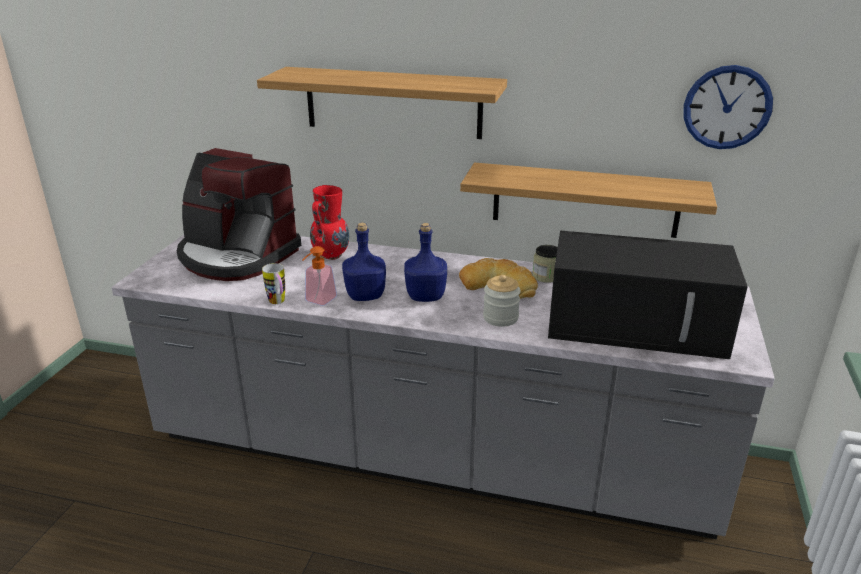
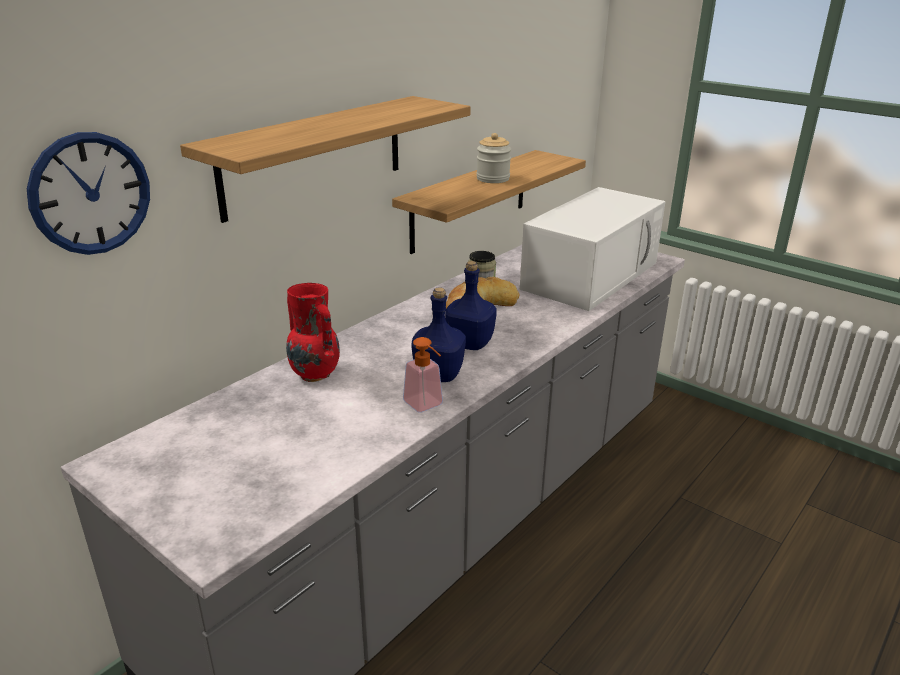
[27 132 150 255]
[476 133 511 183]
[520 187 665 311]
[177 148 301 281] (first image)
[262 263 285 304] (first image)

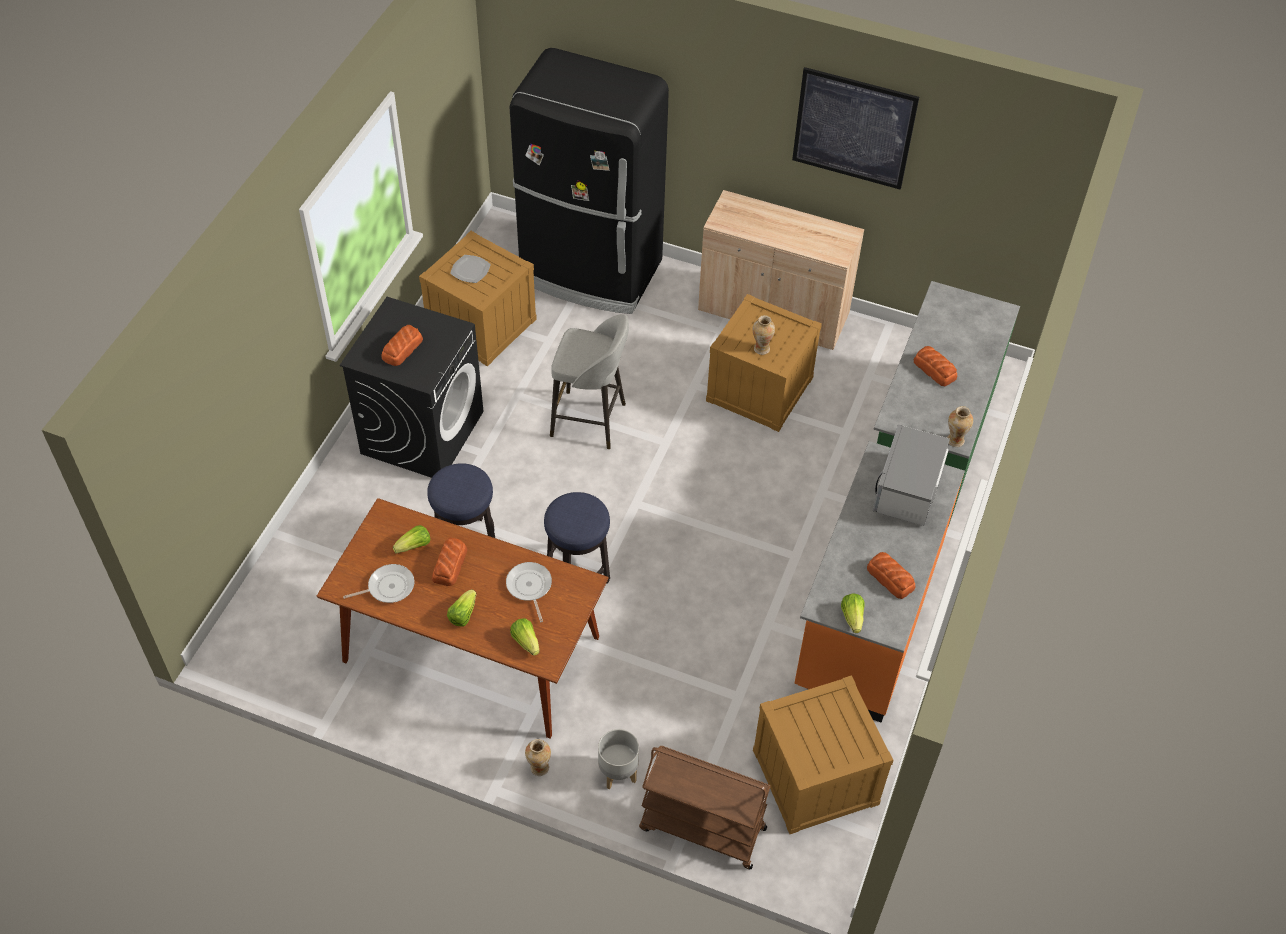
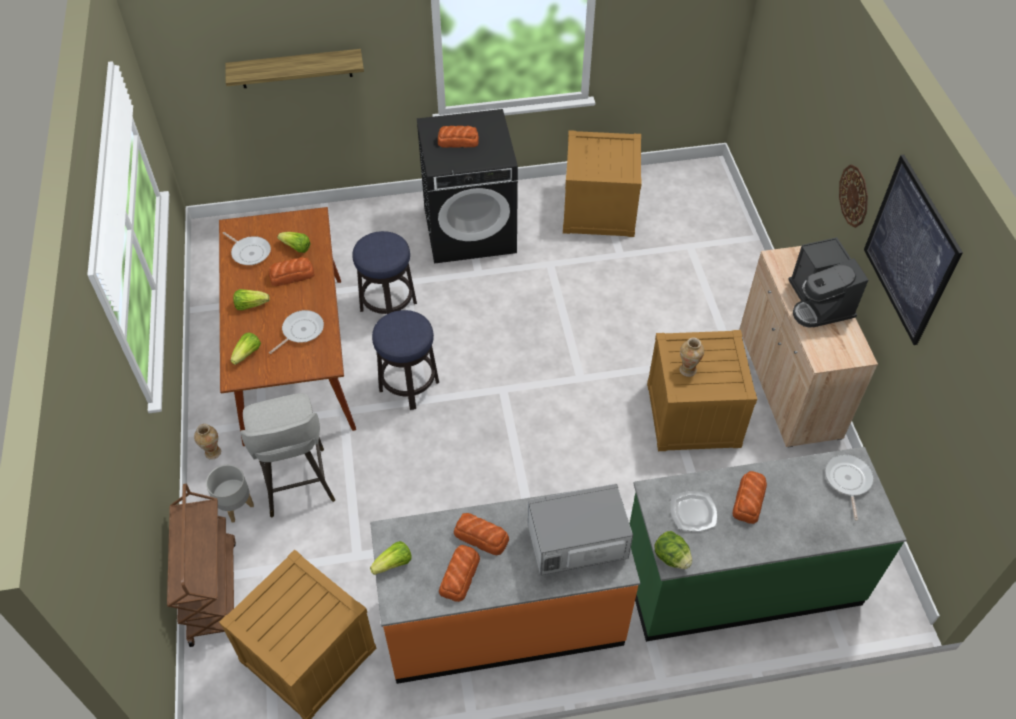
[225 49 364 88]
[240 393 335 518]
[454 513 509 555]
[654 531 692 569]
[670 491 717 531]
[788 237 868 328]
[825 455 874 521]
[839 165 868 228]
[509 48 669 314] (first image)

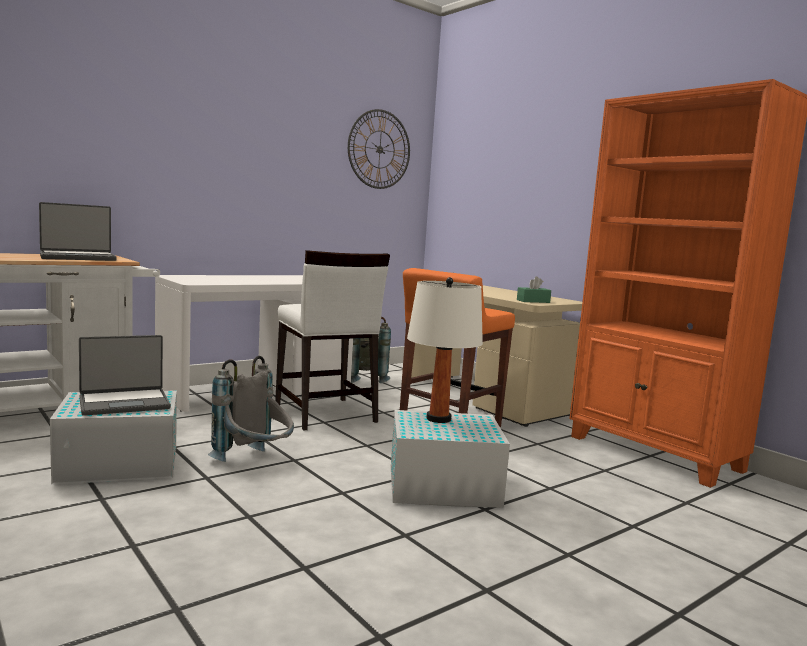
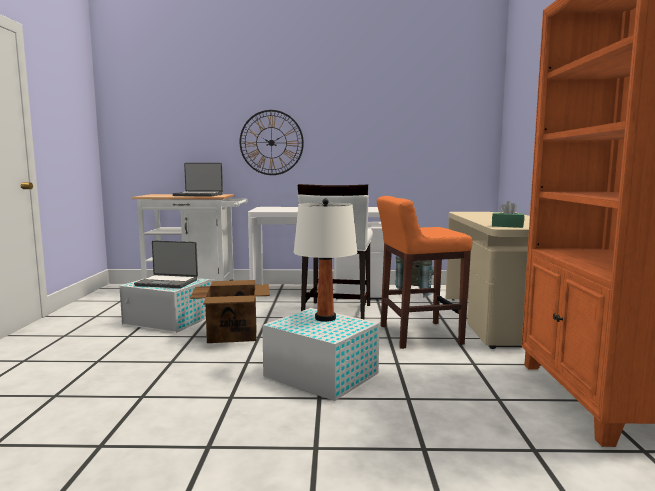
[190 280 270 343]
[239 110 304 175]

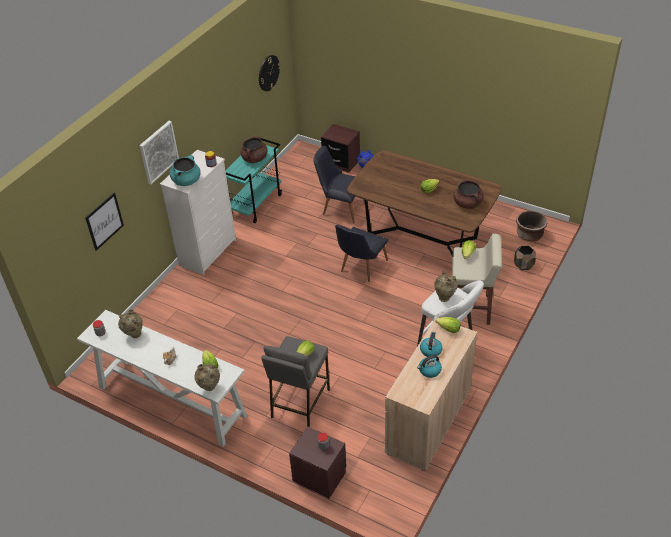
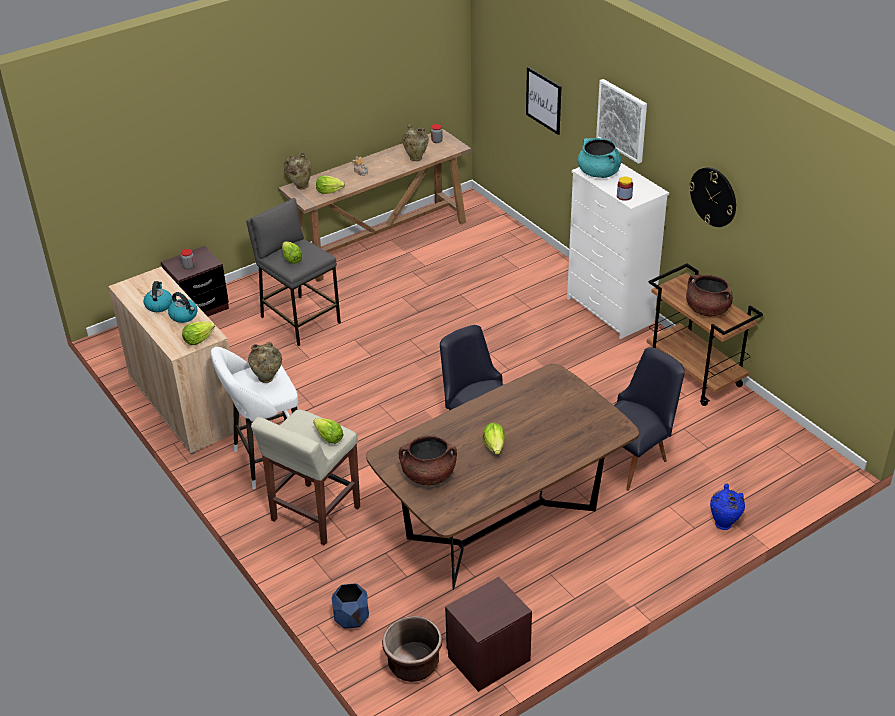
[279 129 471 282]
[332 583 369 629]
[445 577 532 692]
[647 263 763 406]
[689 167 736 227]

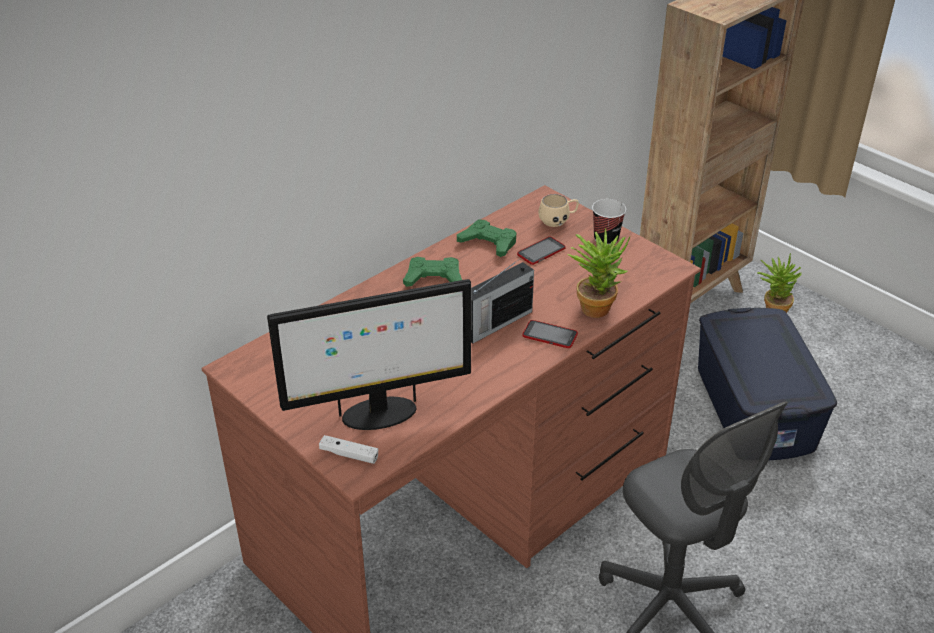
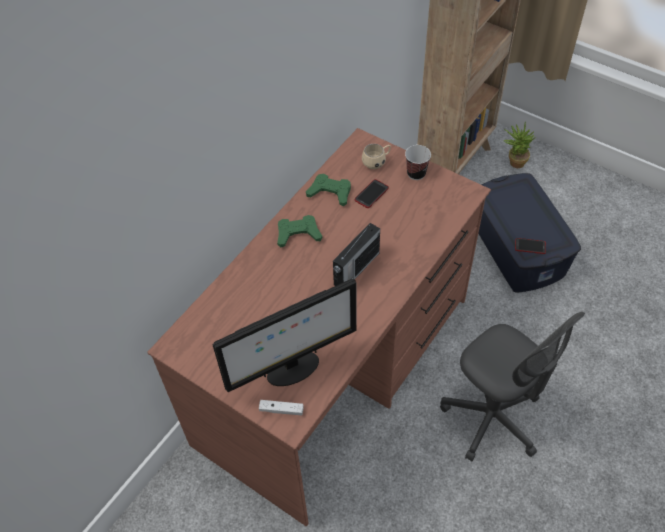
[515 238 546 254]
[567 228 630 318] (first image)

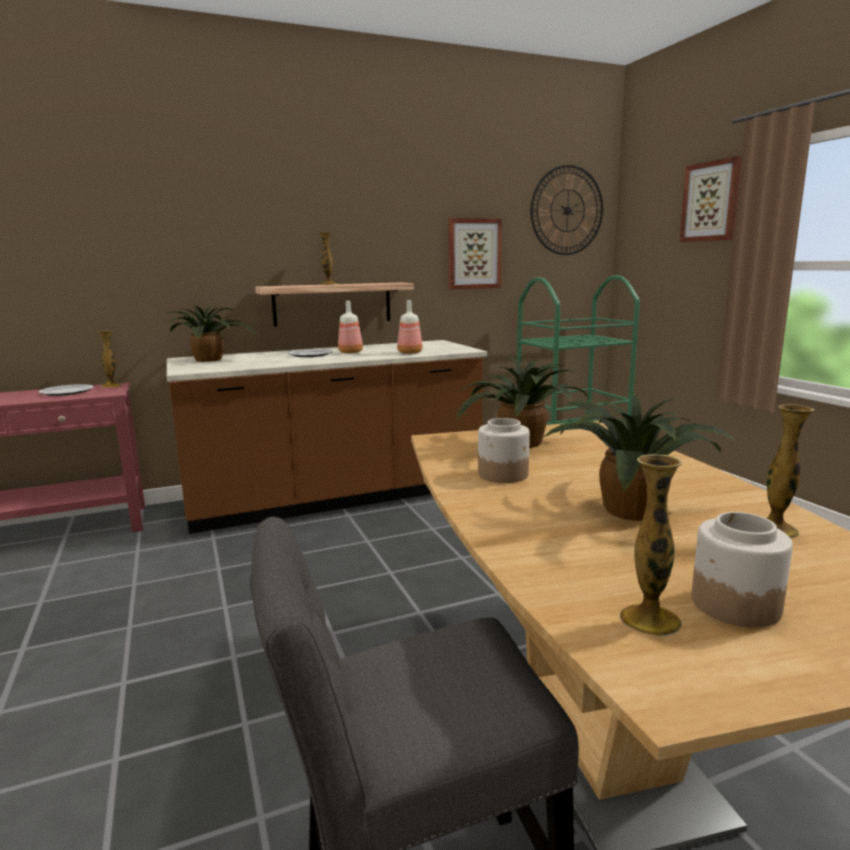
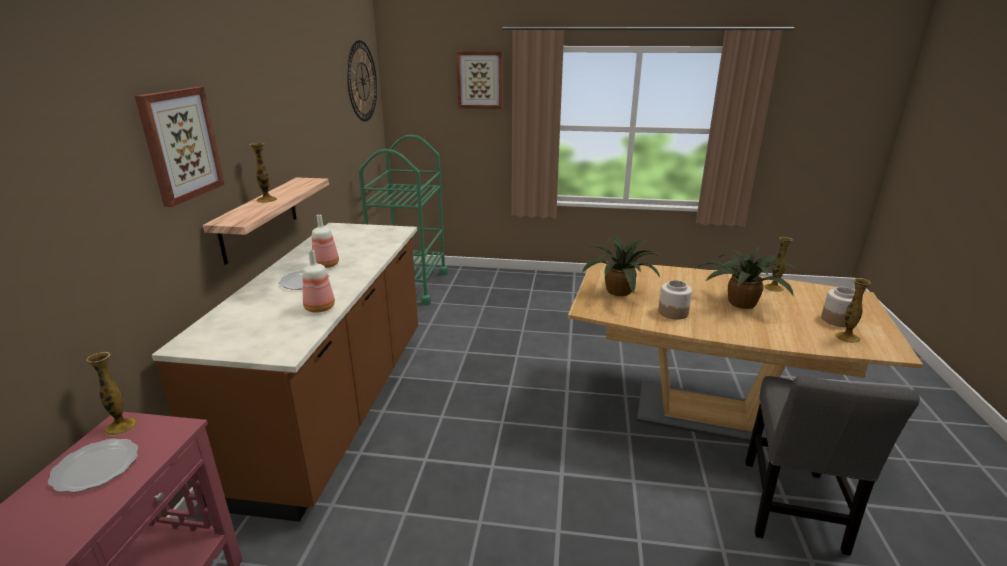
[135 87 225 207]
[303 250 335 313]
[166 306 257 362] (first image)

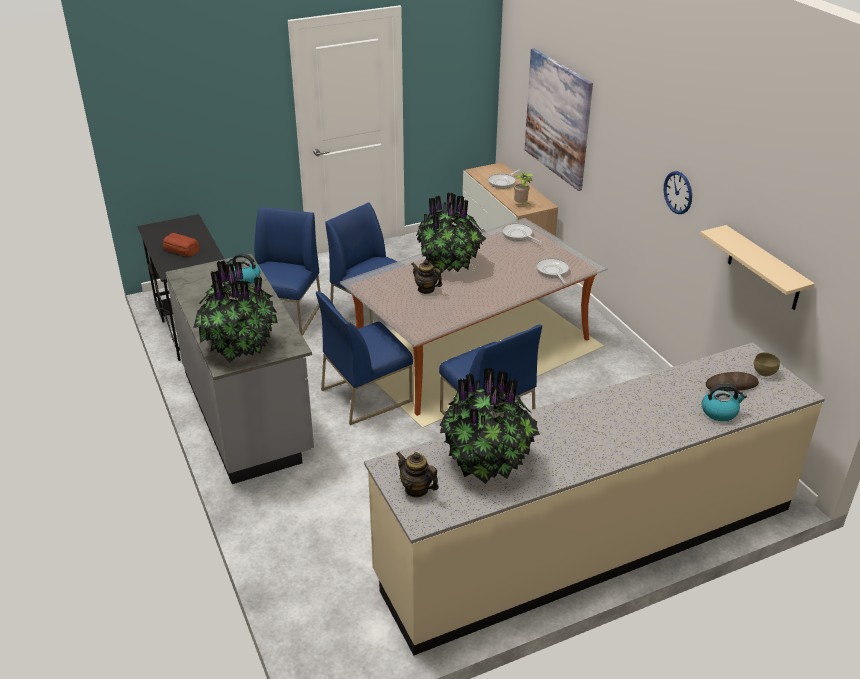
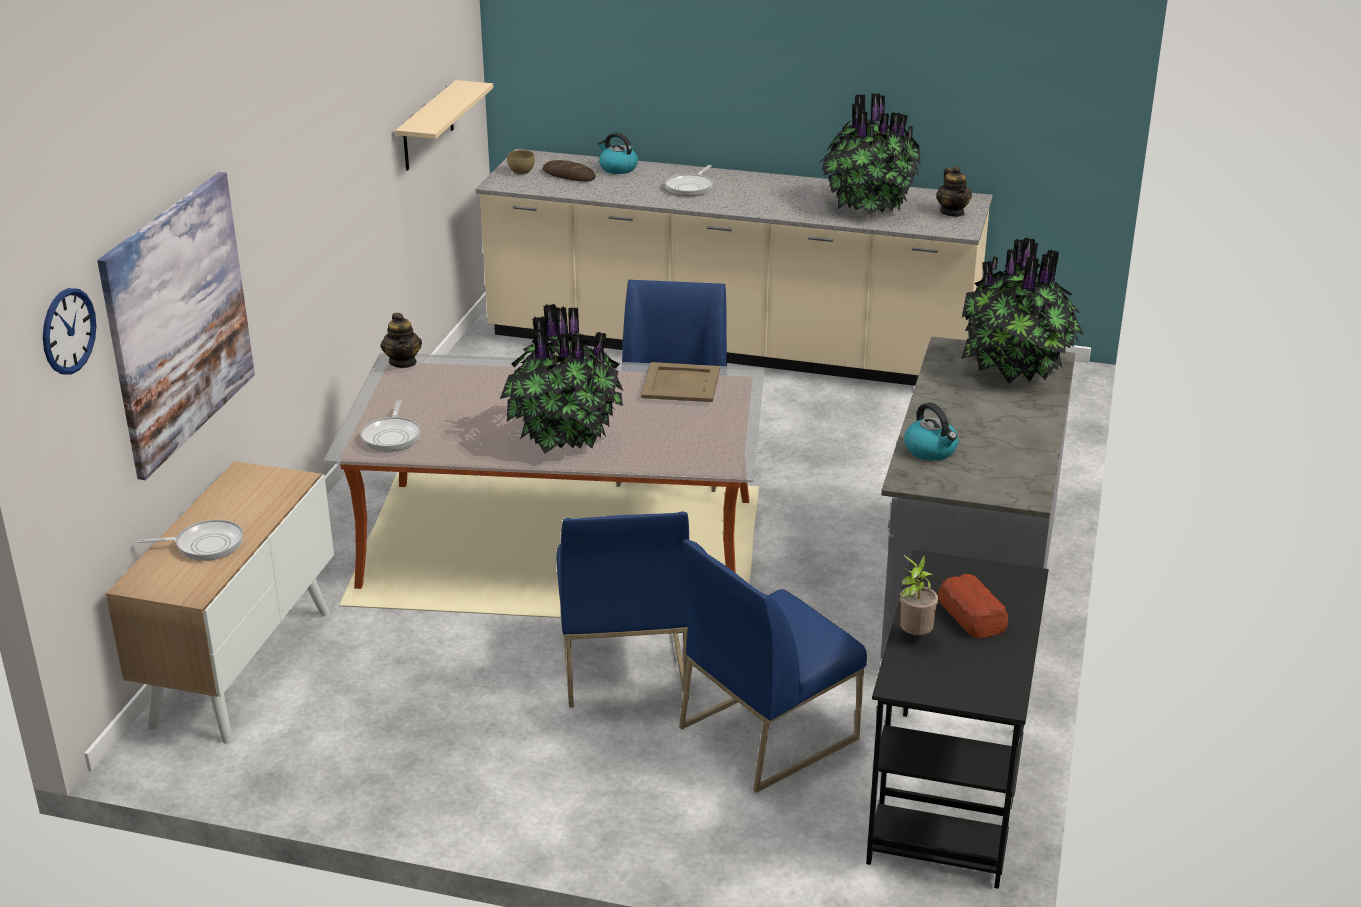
[43 288 96 375]
[380 313 422 368]
[641 362 720 402]
[665 165 713 196]
[900 555 938 635]
[316 291 413 425] (first image)

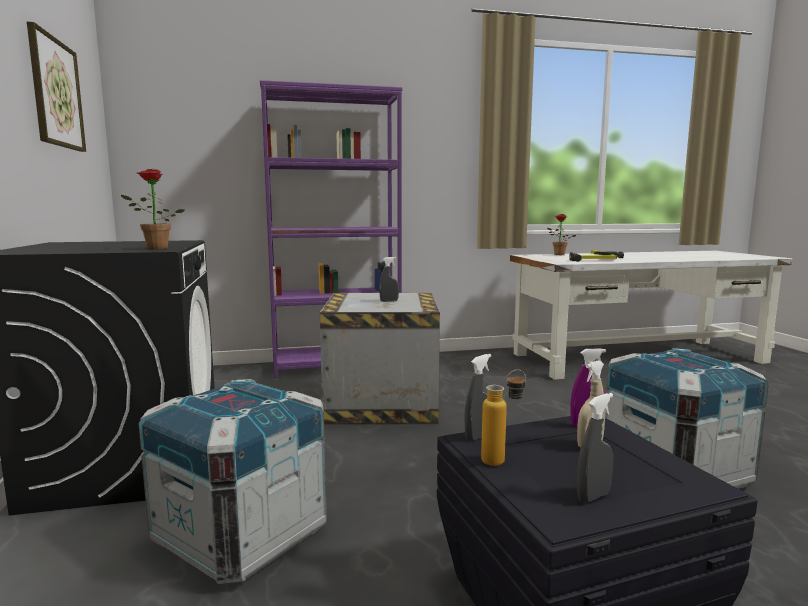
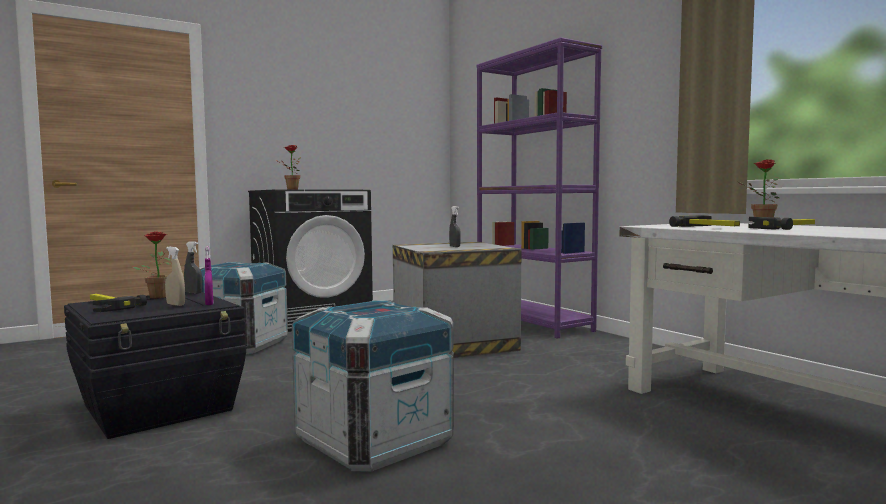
[90 294 147 312]
[132 232 171 298]
[27 22 86 152] (first image)

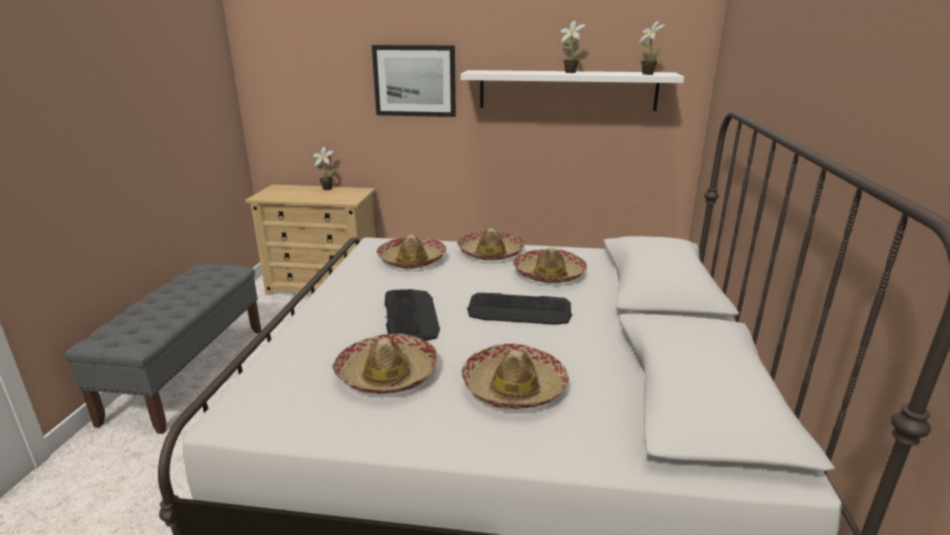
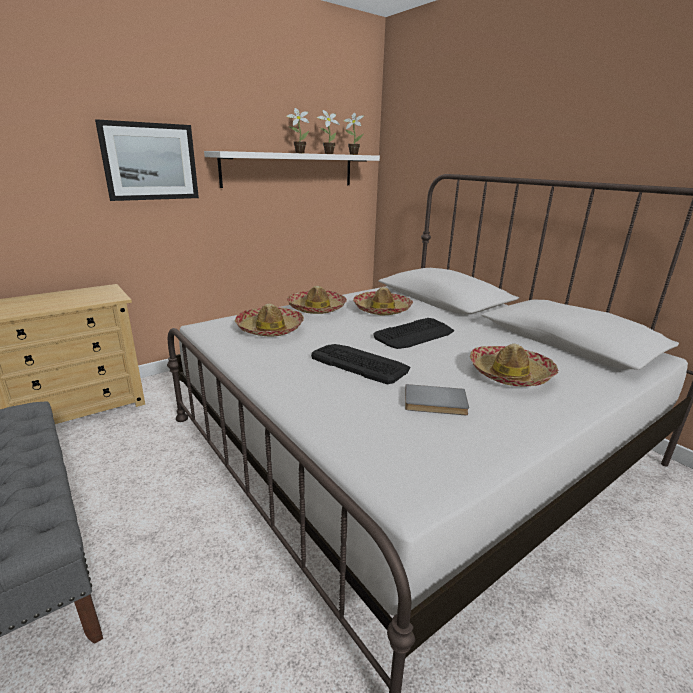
[317 110 340 154]
[405 384 469 415]

